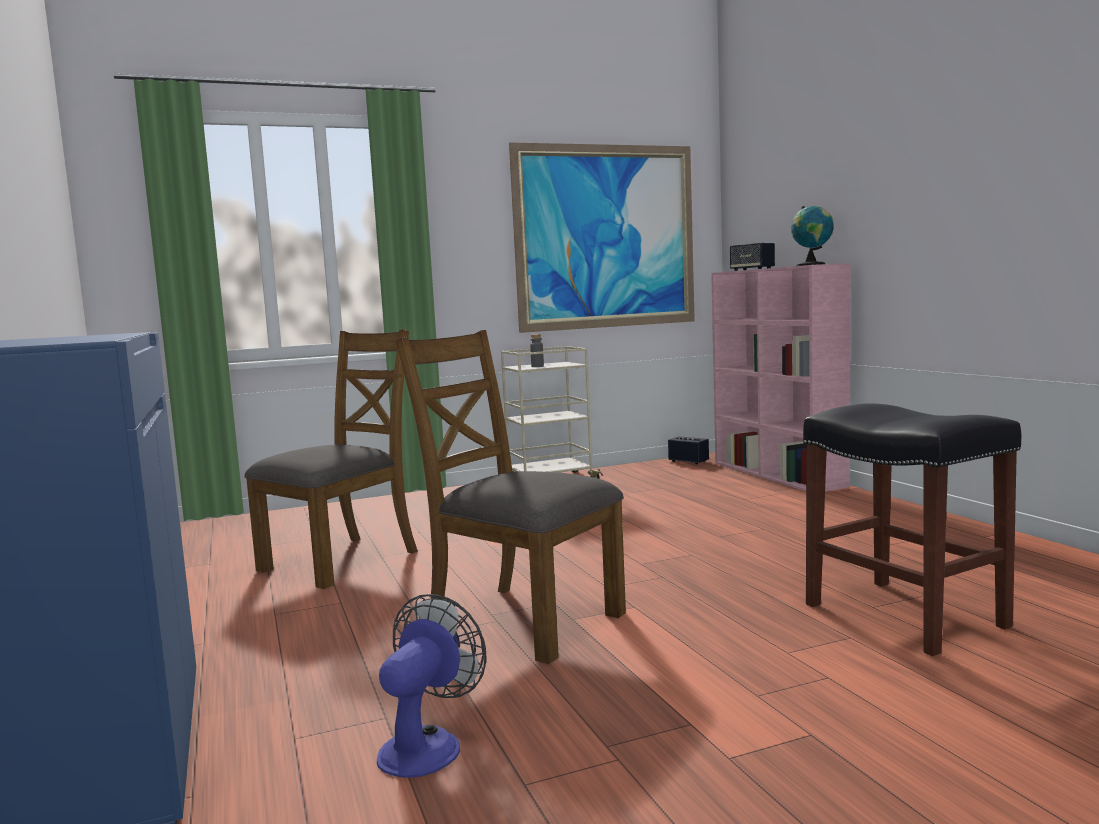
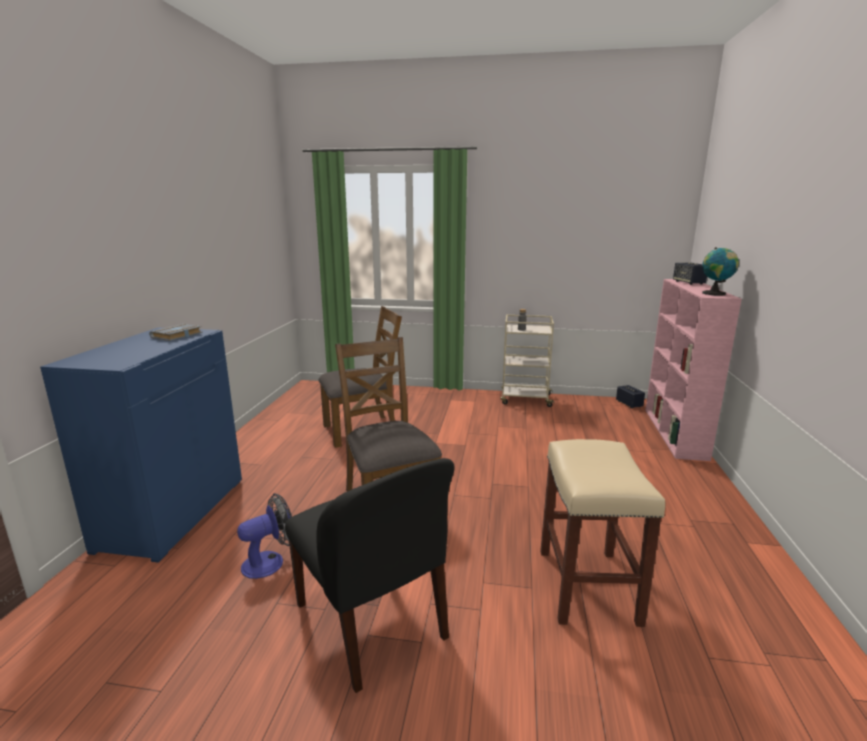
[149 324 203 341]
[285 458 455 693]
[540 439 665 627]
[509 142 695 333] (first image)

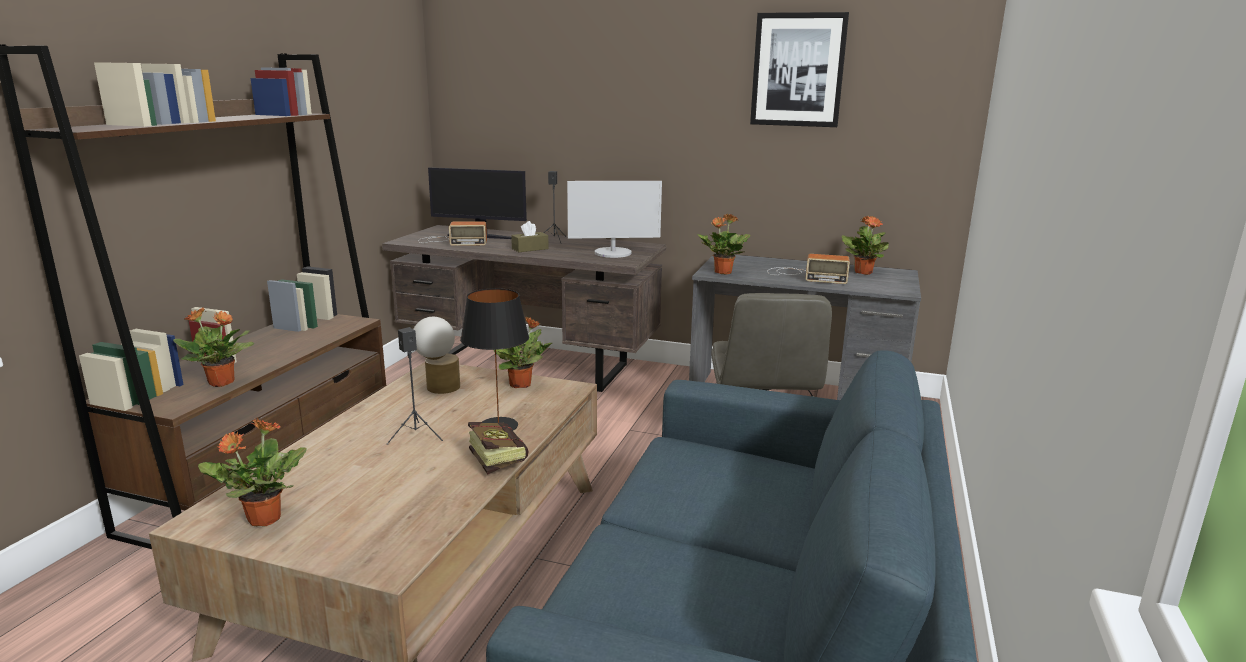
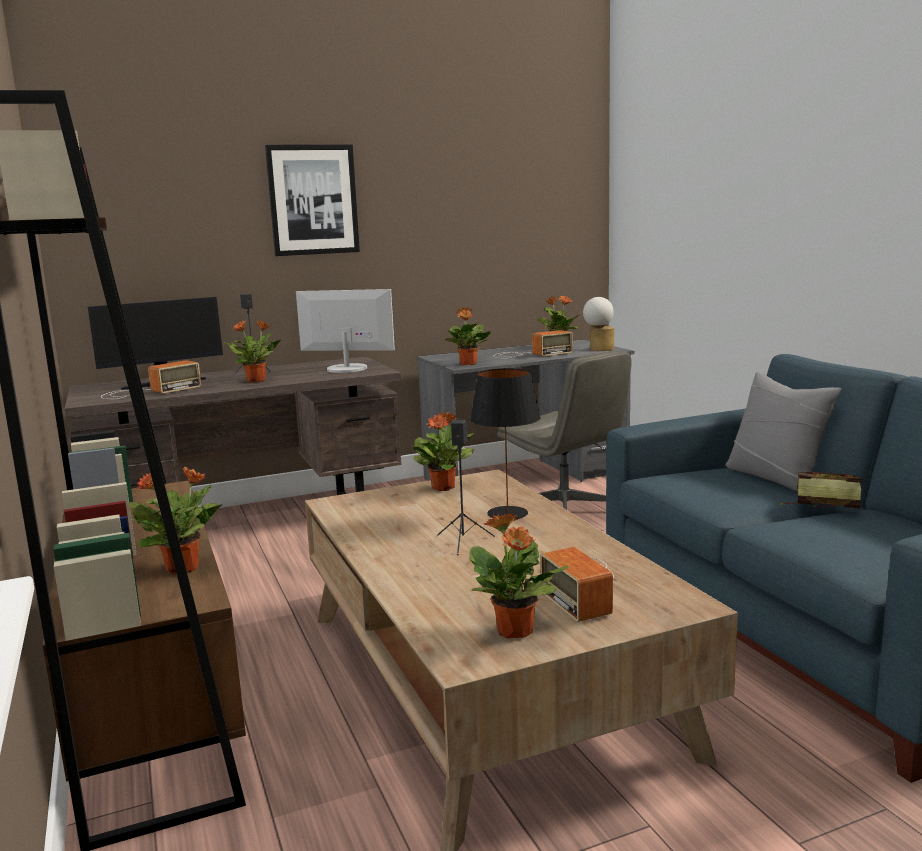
[224 320 281 383]
[265 144 360 256]
[296 289 395 373]
[540 547 614 622]
[583 297 614 351]
[726 372 841 492]
[781 472 862 508]

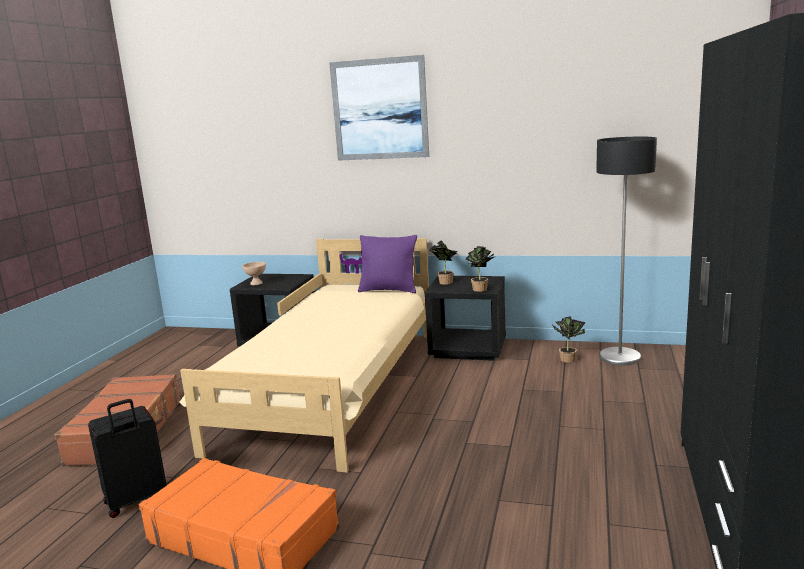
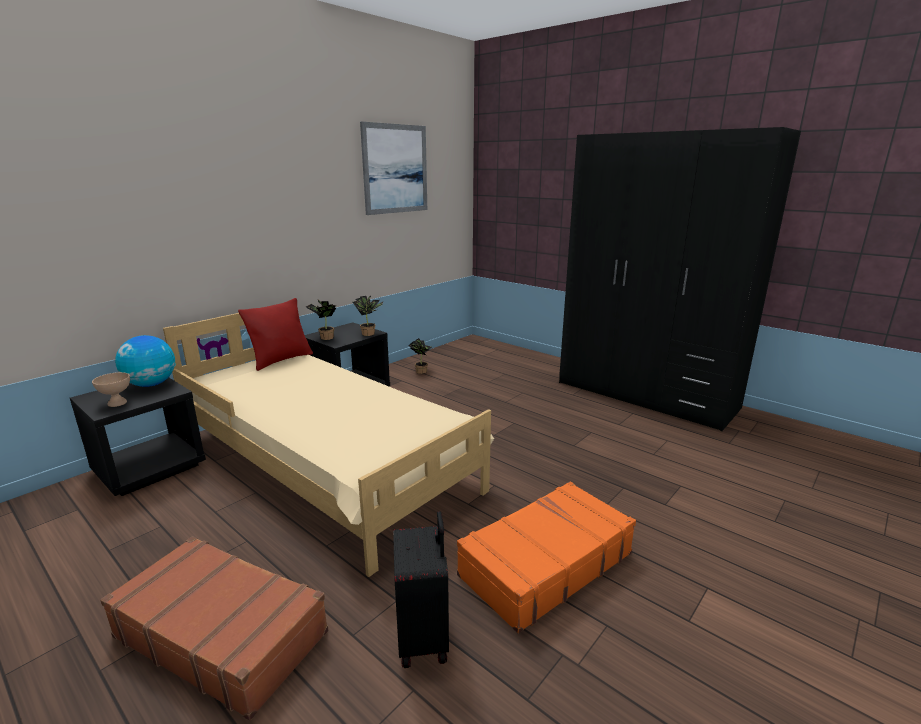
[115 335 176 387]
[238 298 313 371]
[360 122 427 215]
[596 136 657 365] (first image)

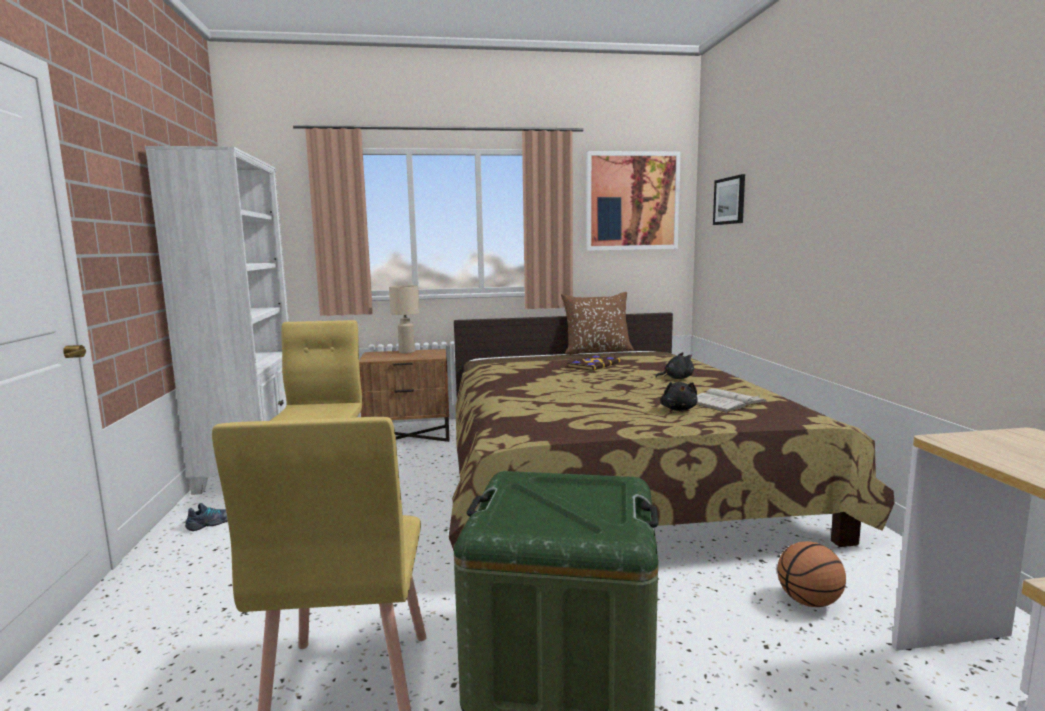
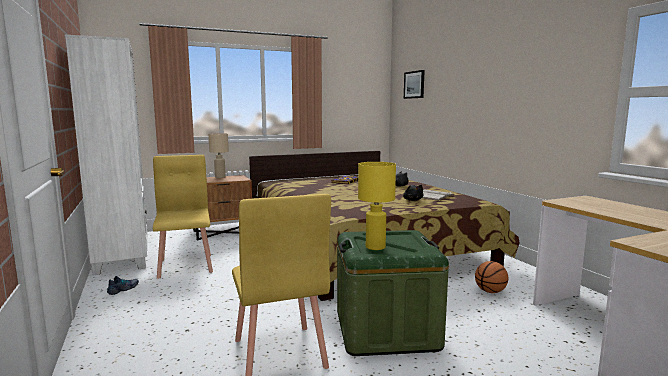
[358 162 396 250]
[561 292 634 355] (first image)
[586 151 681 251] (first image)

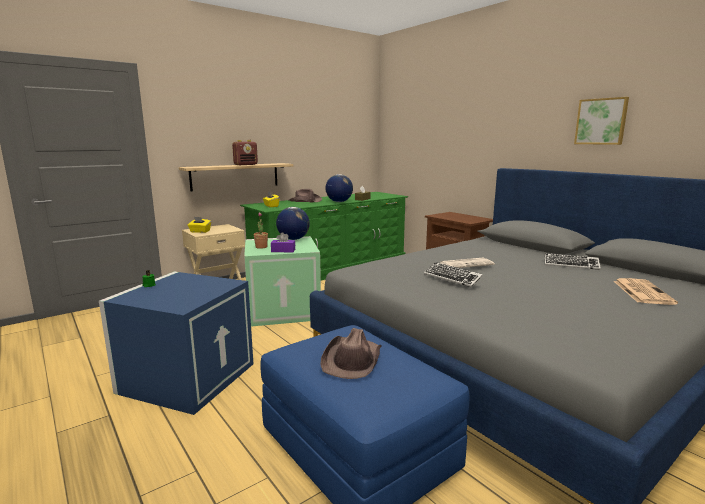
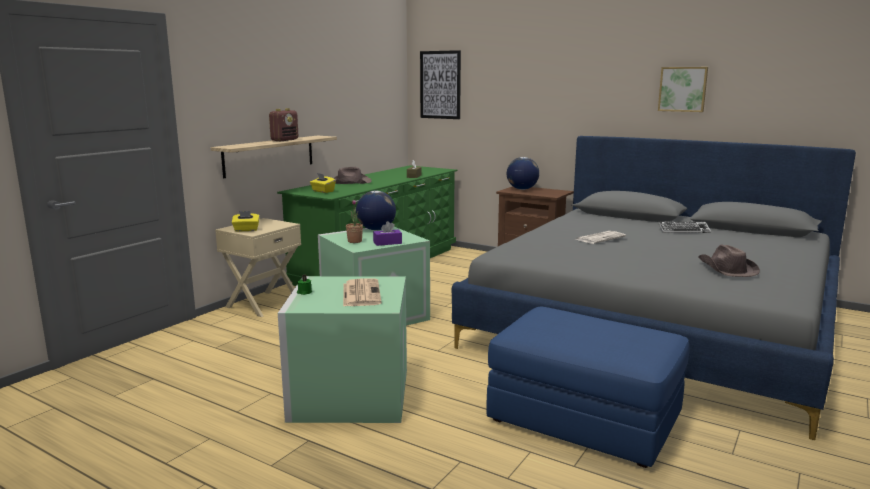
[278 276 407 423]
[343 278 382 307]
[420 50 461 119]
[507 157 539 190]
[699 245 760 277]
[424 262 483 287] (first image)

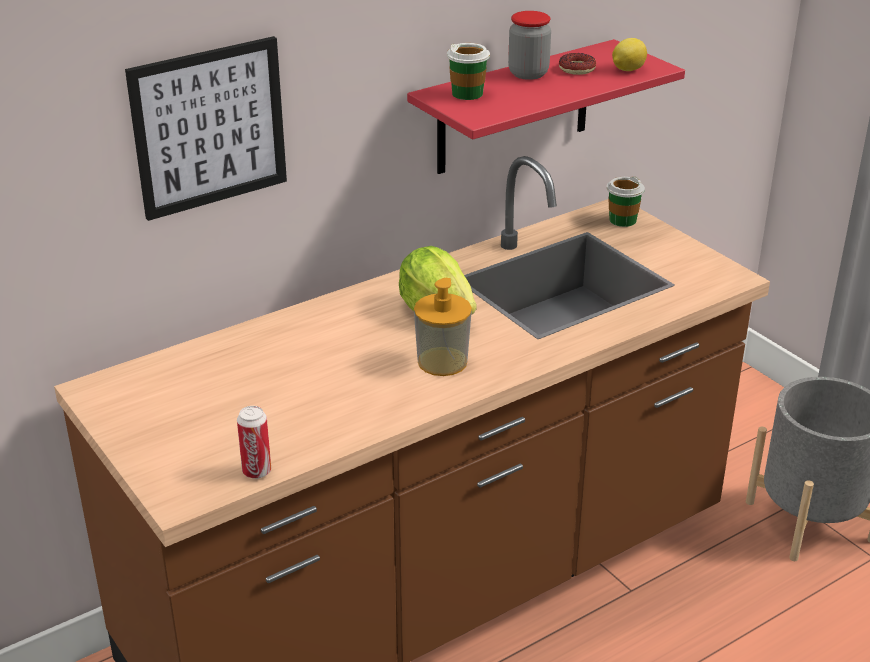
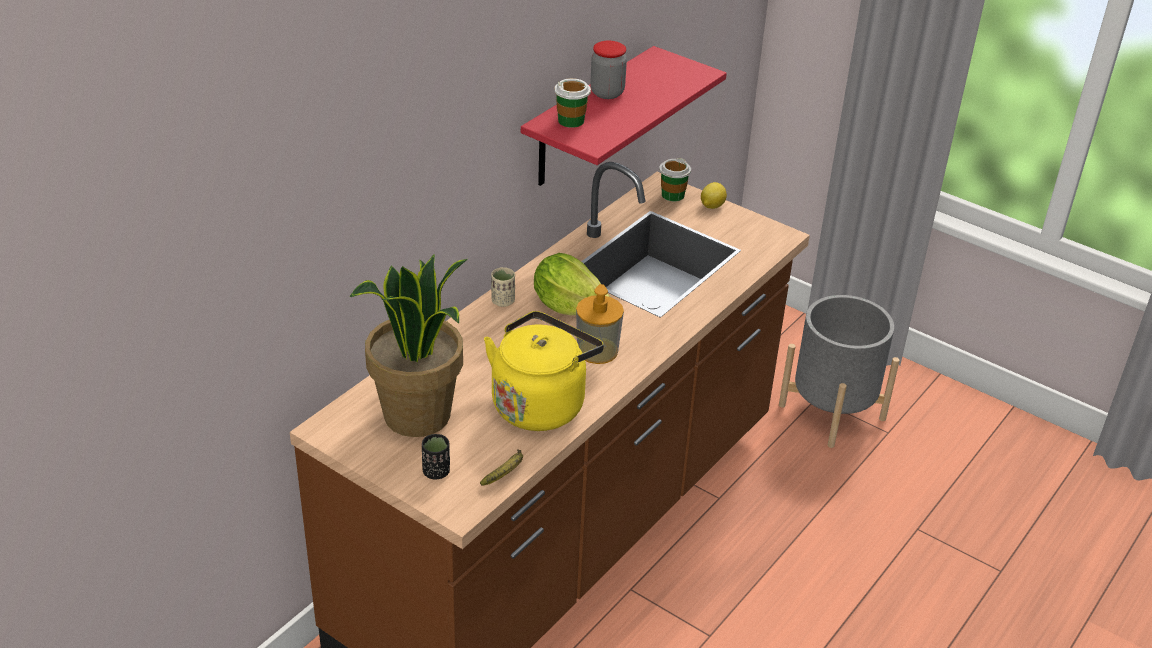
[349 254 468 437]
[422 434 450 480]
[480 449 523 486]
[484 311 604 431]
[491 267 515 307]
[701 182 727 209]
[125 36 287 221] (first image)
[559 53 596 75] (first image)

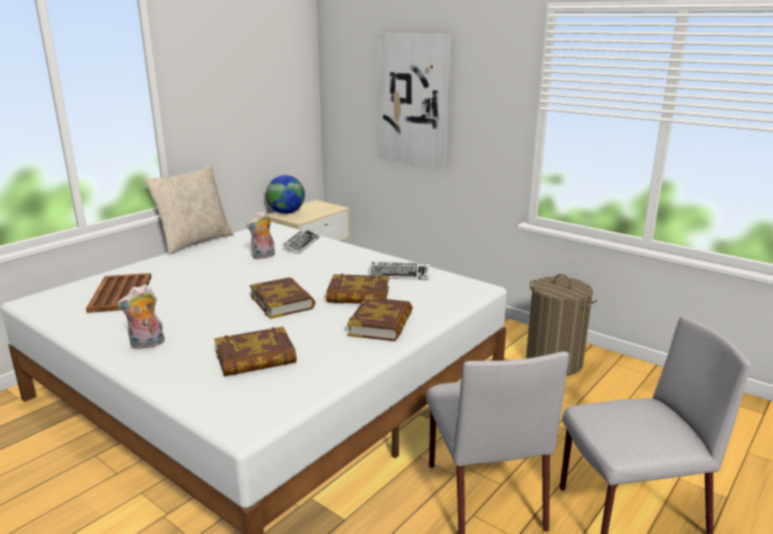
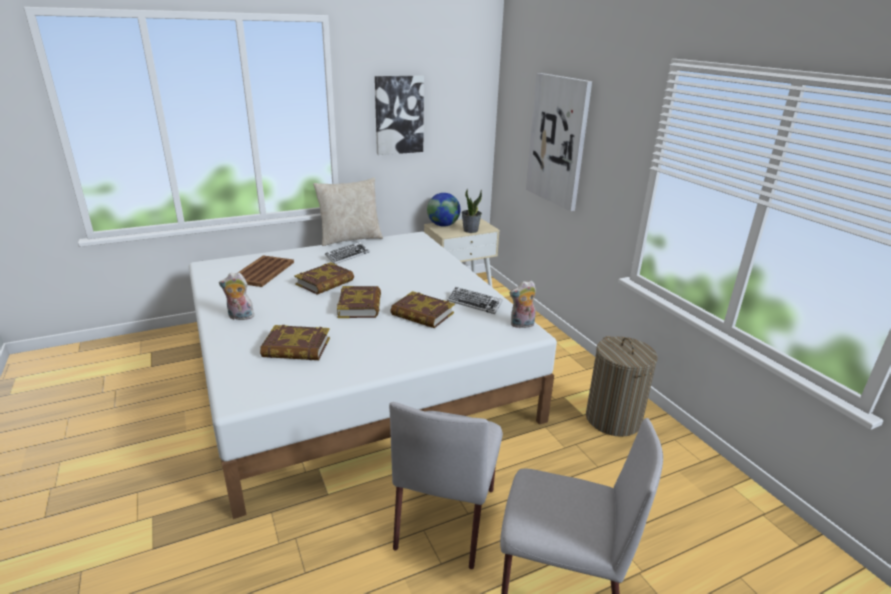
[294 262 354 295]
[325 242 370 264]
[375 76 424 155]
[461 189 482 233]
[510 280 536 328]

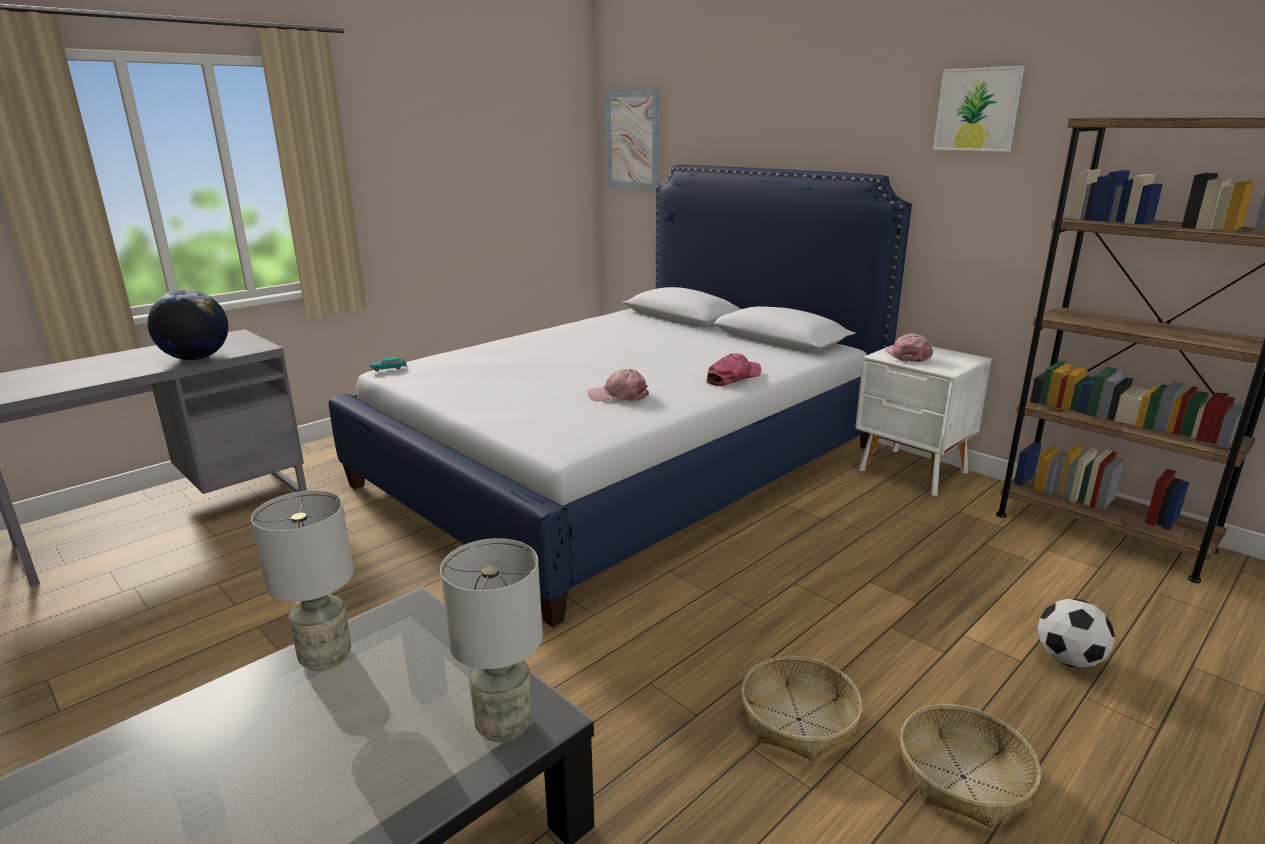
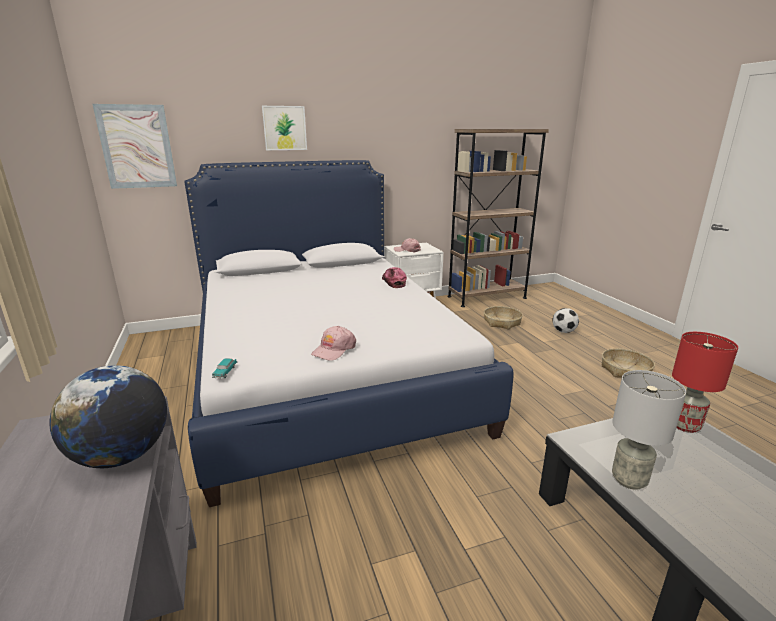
[262 106 307 150]
[311 326 356 361]
[484 306 523 330]
[672 332 738 433]

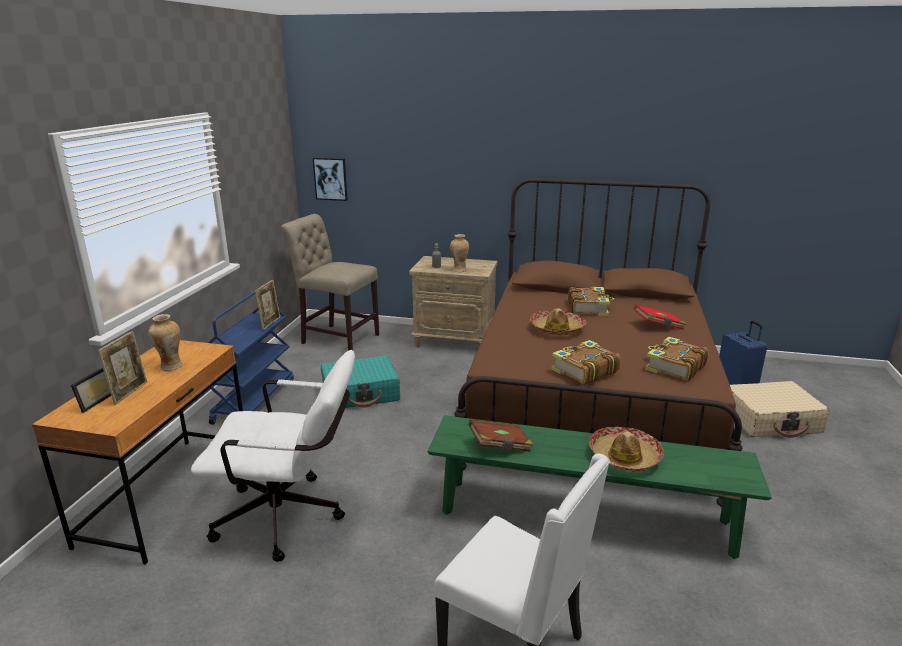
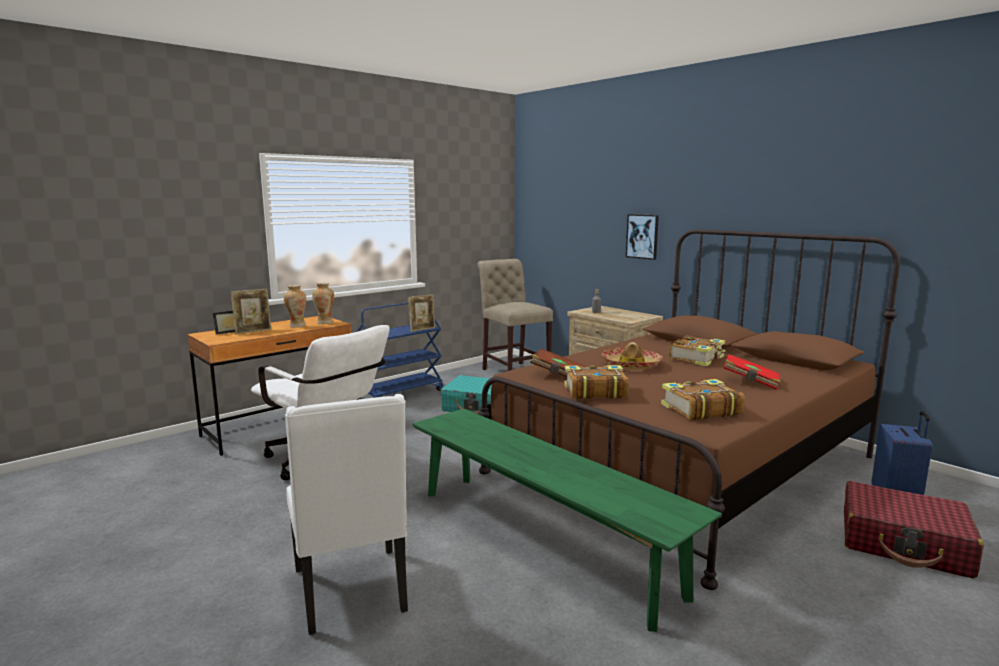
[312 283 334 324]
[530 348 586 377]
[626 214 659 260]
[844 481 984 579]
[589 427 664 472] (first image)

